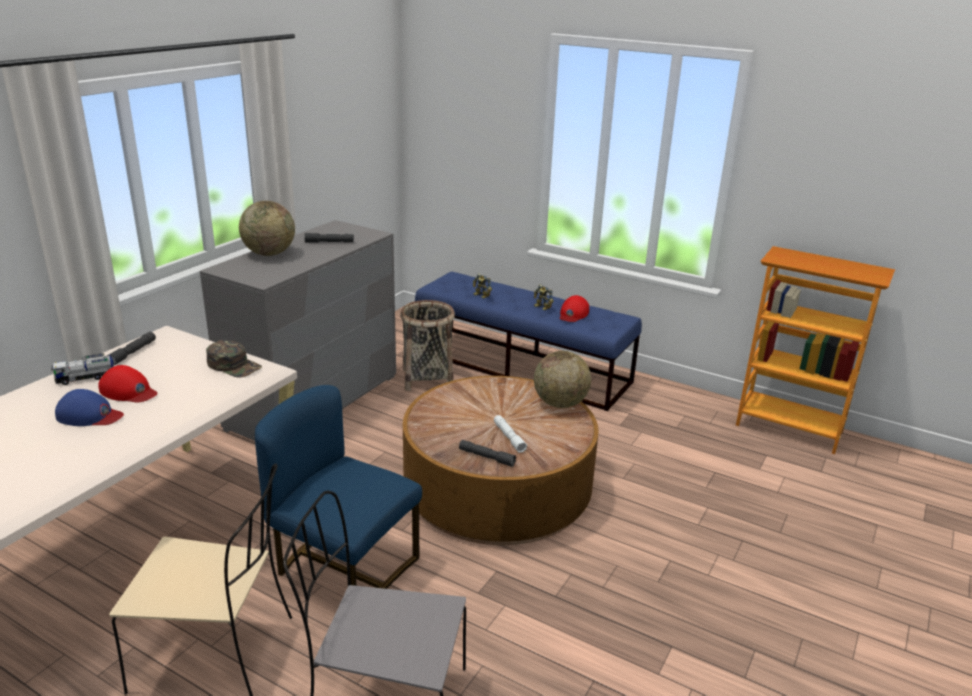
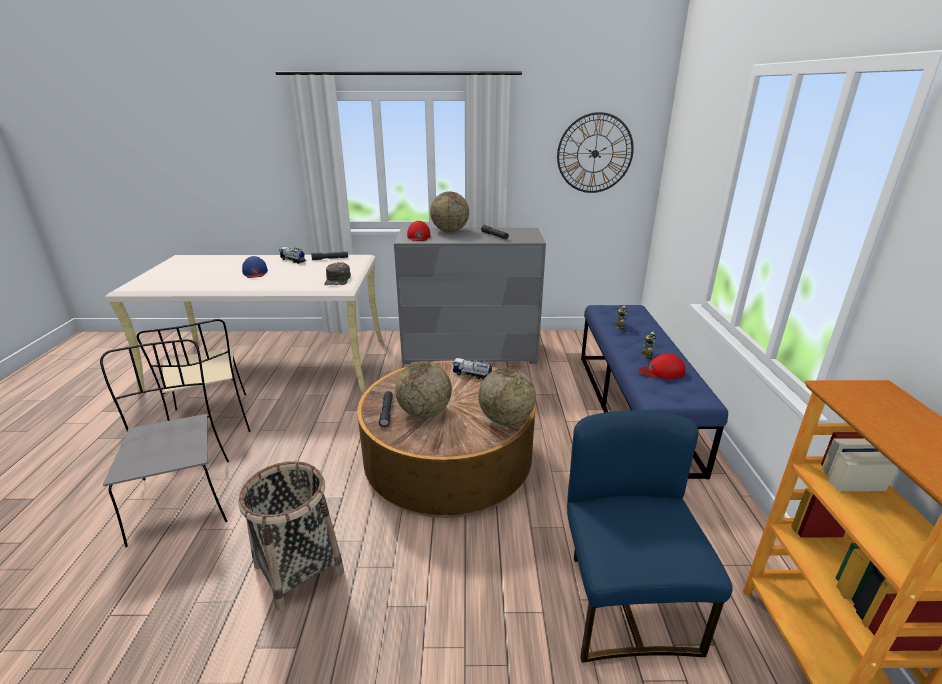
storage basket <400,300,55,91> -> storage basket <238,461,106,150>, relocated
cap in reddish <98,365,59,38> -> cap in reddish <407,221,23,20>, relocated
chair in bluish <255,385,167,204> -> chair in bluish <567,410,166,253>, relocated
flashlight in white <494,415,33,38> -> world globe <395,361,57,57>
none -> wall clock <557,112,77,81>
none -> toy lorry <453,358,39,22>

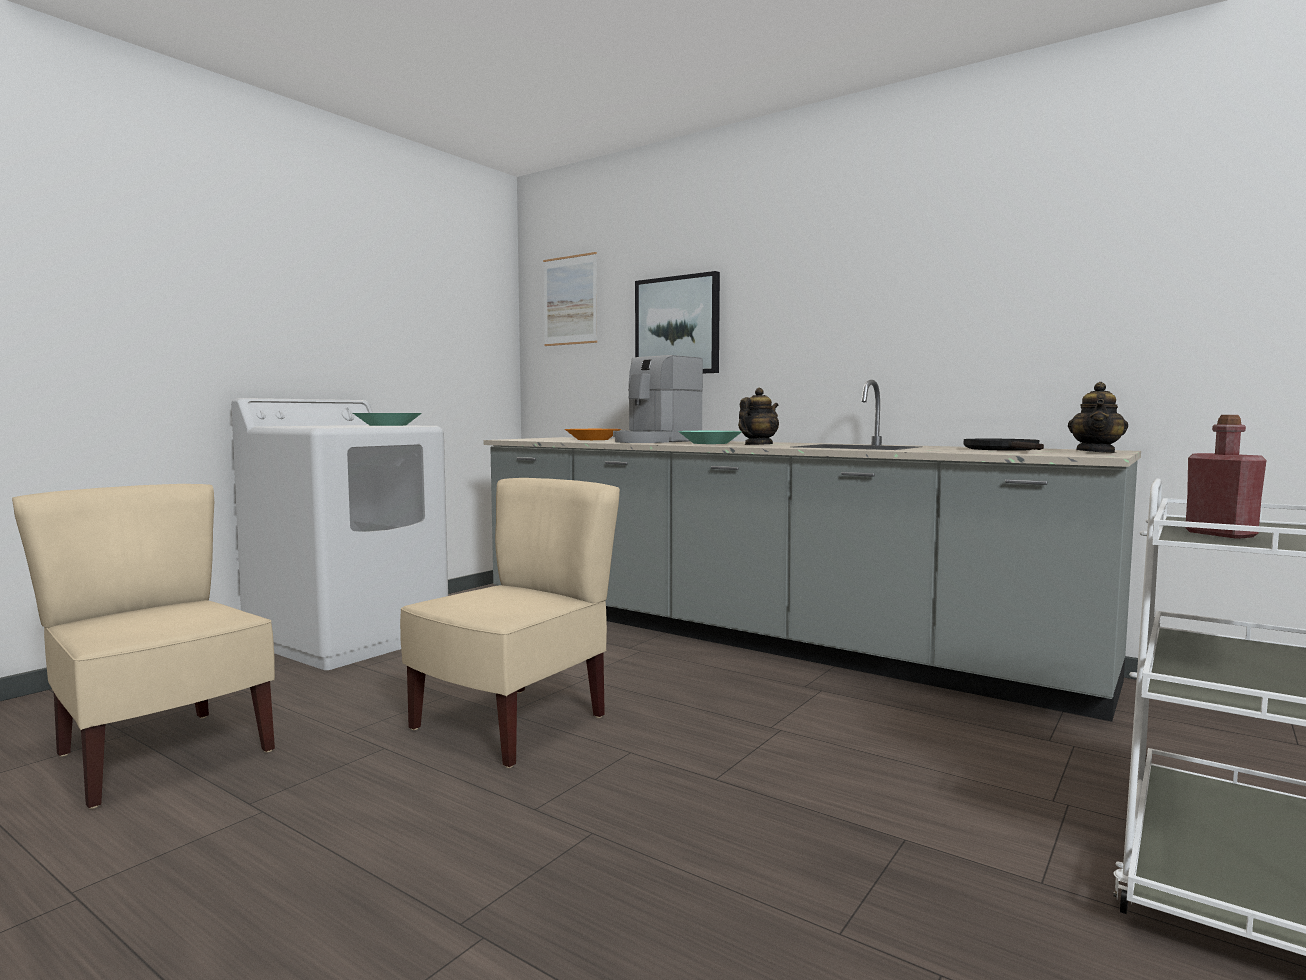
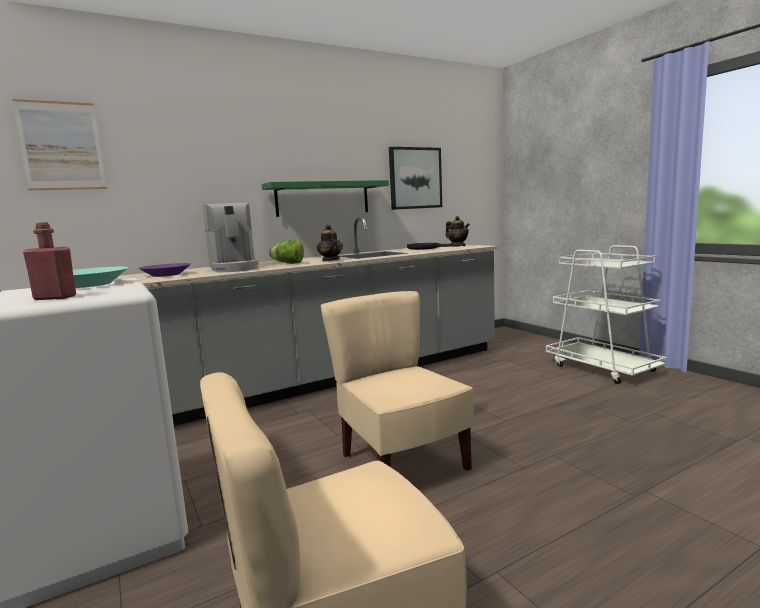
picture <635,271,85,102> -> picture <389,147,53,63>, relocated
drink bottle in reddish <1185,415,82,124> -> drink bottle in reddish <23,222,53,78>, relocated
deep dish in orange <565,429,56,11> -> deep dish in purple-coloured <138,263,53,14>
deep dish in turquoise-coloured <678,431,64,13> -> lettuce <269,239,35,25>
none -> wall shelf in green-coloured <262,180,127,37>

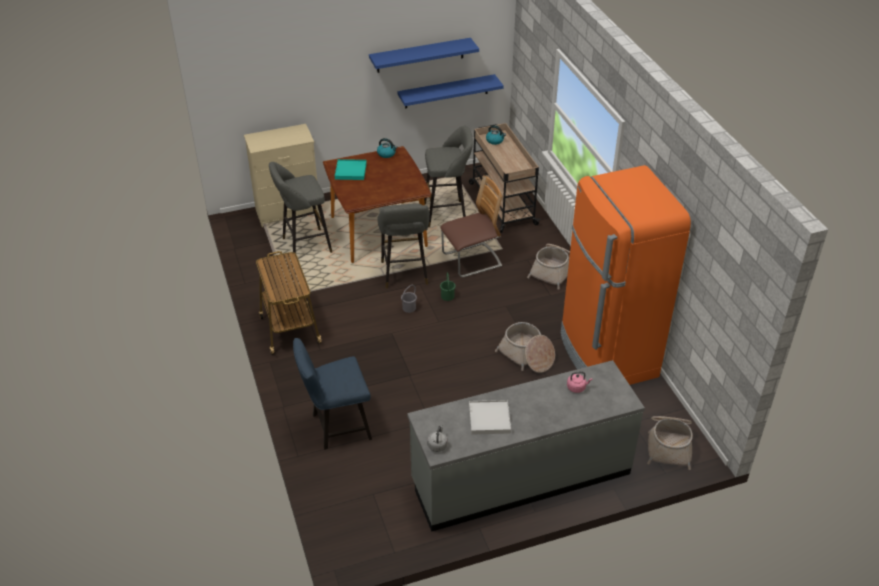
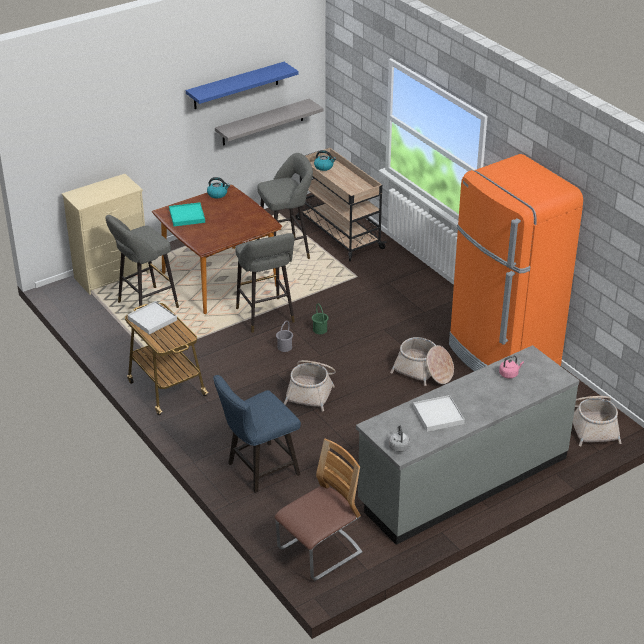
wall shelf in bluish <397,74,107,35> -> wall shelf in grey <215,99,108,47>
chair <440,175,62,102> -> chair <275,439,88,141>, relocated
storage basket <527,244,43,46> -> storage basket <284,360,52,51>, relocated
none -> tray in white <127,301,50,33>

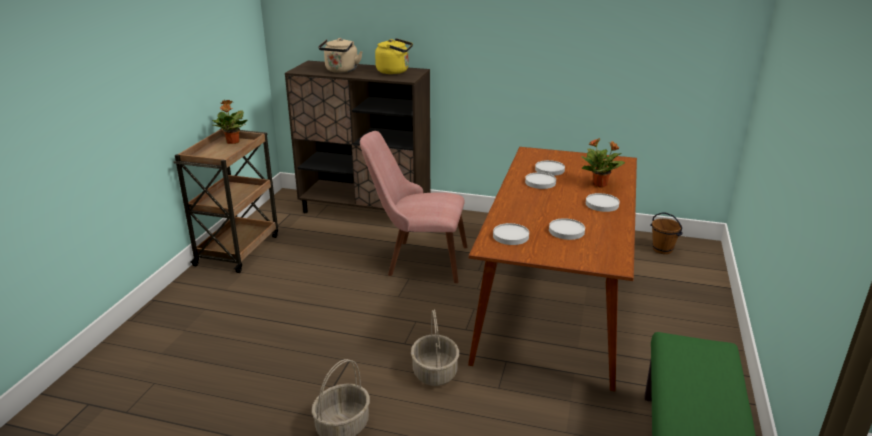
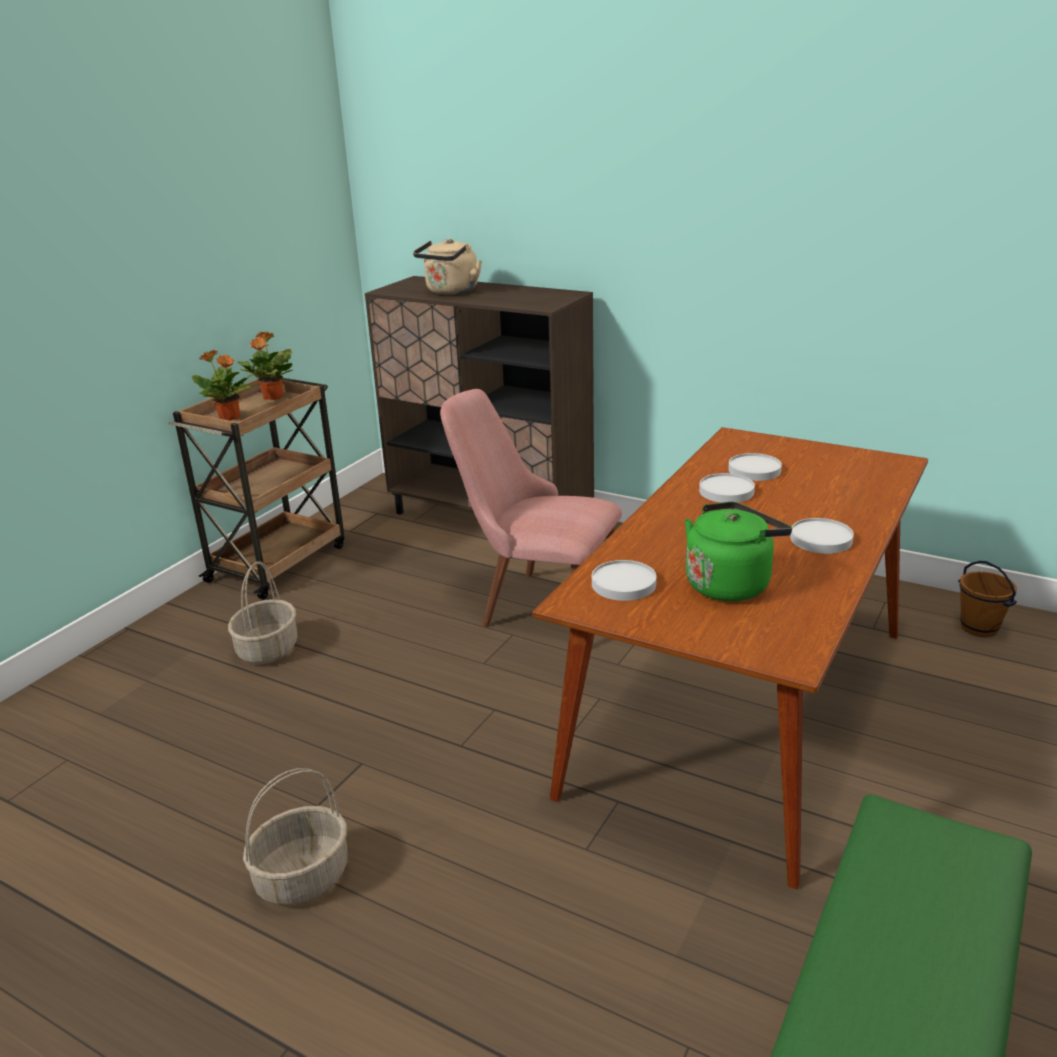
water kettle in yellowish <375,38,38,36> -> none
houseplant <581,138,44,49> -> houseplant <192,350,62,71>, relocated
flat dish in white <549,218,36,22> -> water kettle in green-coloured <685,502,107,99>
storage basket <411,309,48,77> -> storage basket <228,561,70,103>, relocated

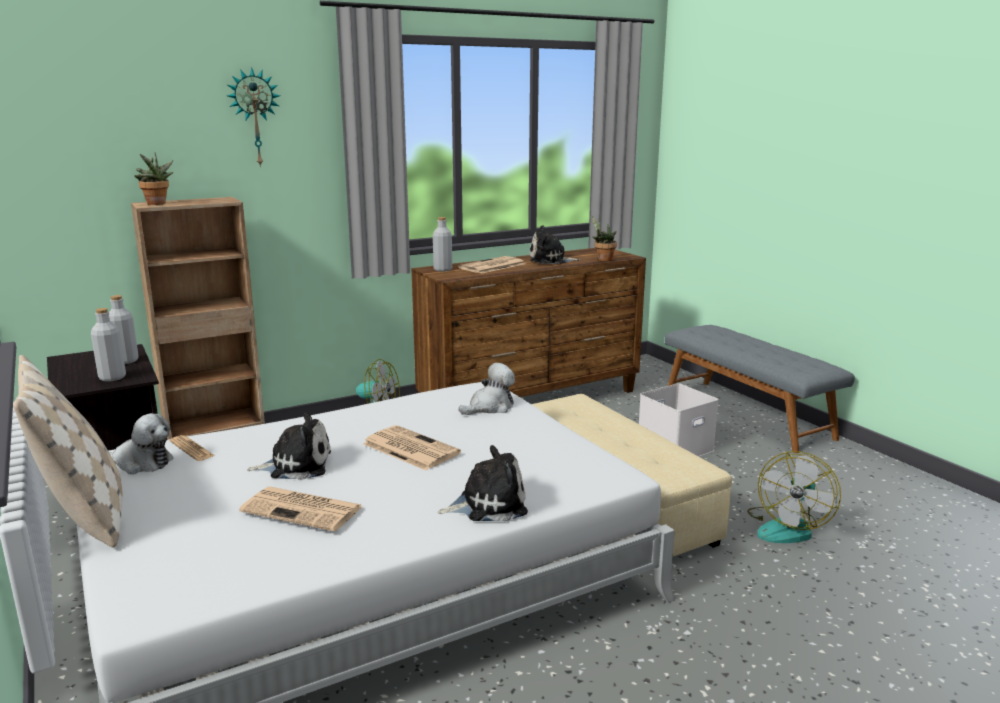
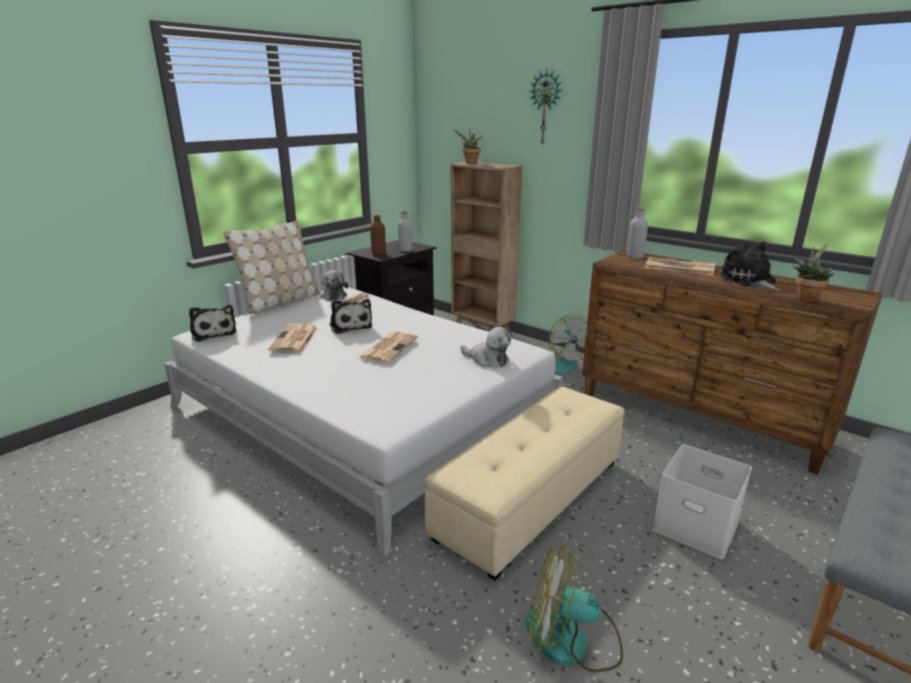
drink bottle in grey <91,308,35,74> -> drink bottle in brownish <370,214,16,42>
soft toy <438,445,90,76> -> soft toy <189,305,48,37>, relocated

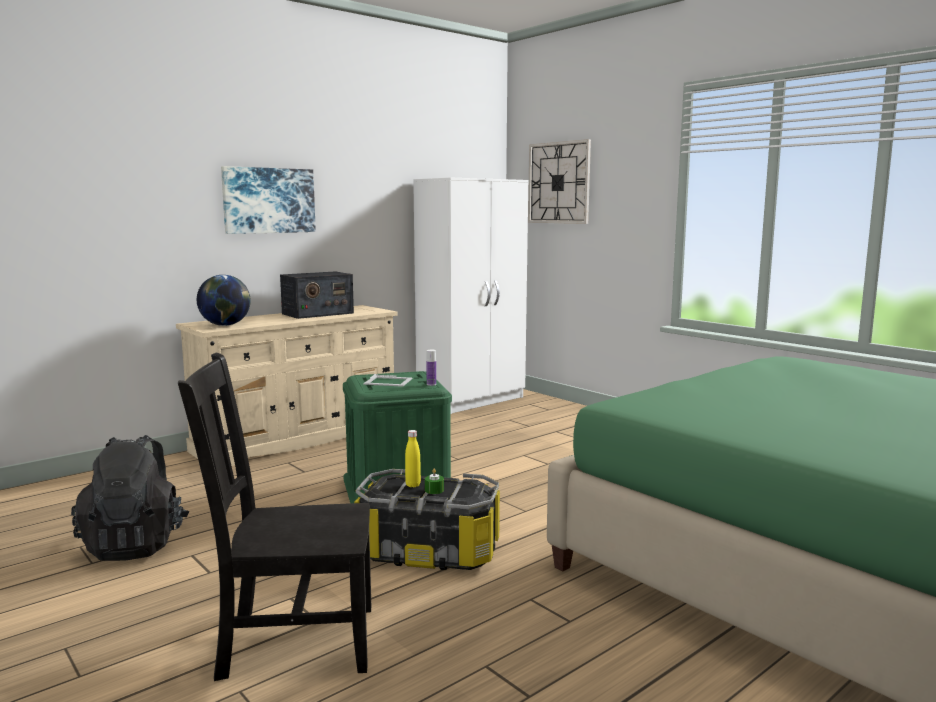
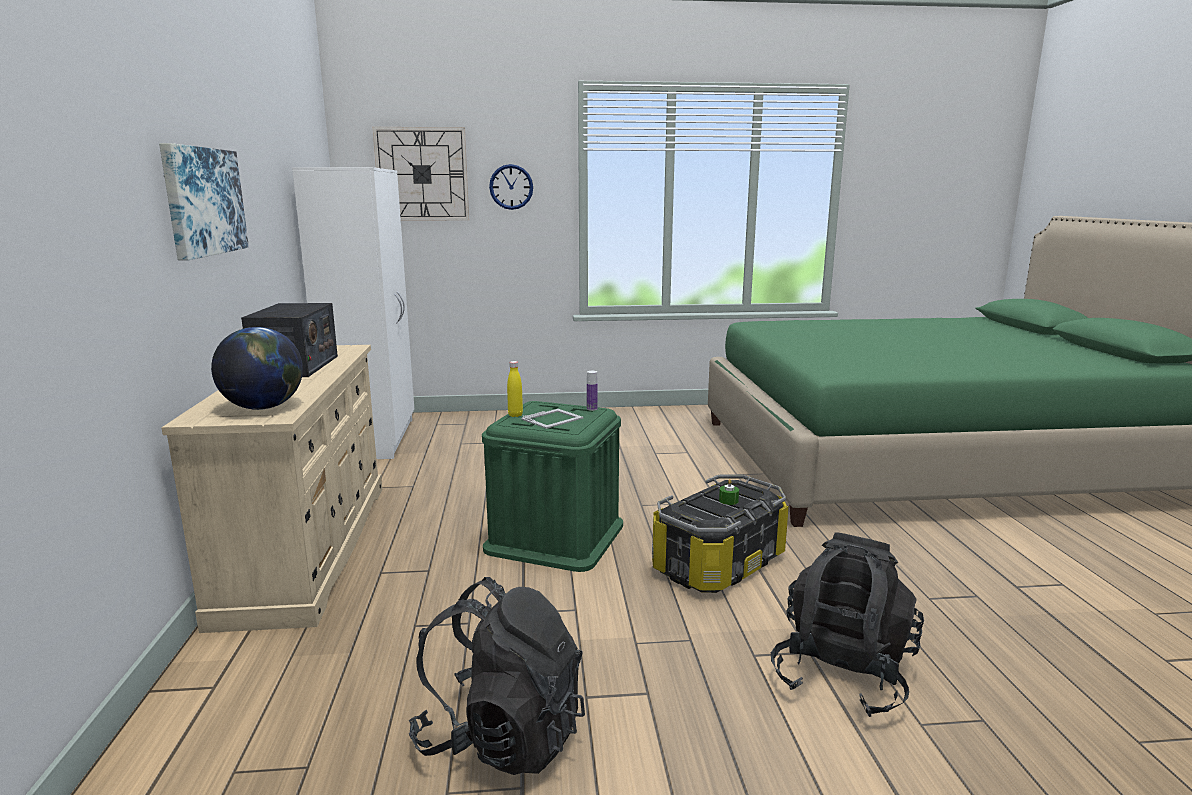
chair in blackish <178,353,193,328> -> knapsack in blackish <771,532,153,185>
drink bottle in yellowish <405,430,16,57> -> drink bottle in yellowish <507,361,16,56>, relocated
none -> wall clock <489,164,44,46>

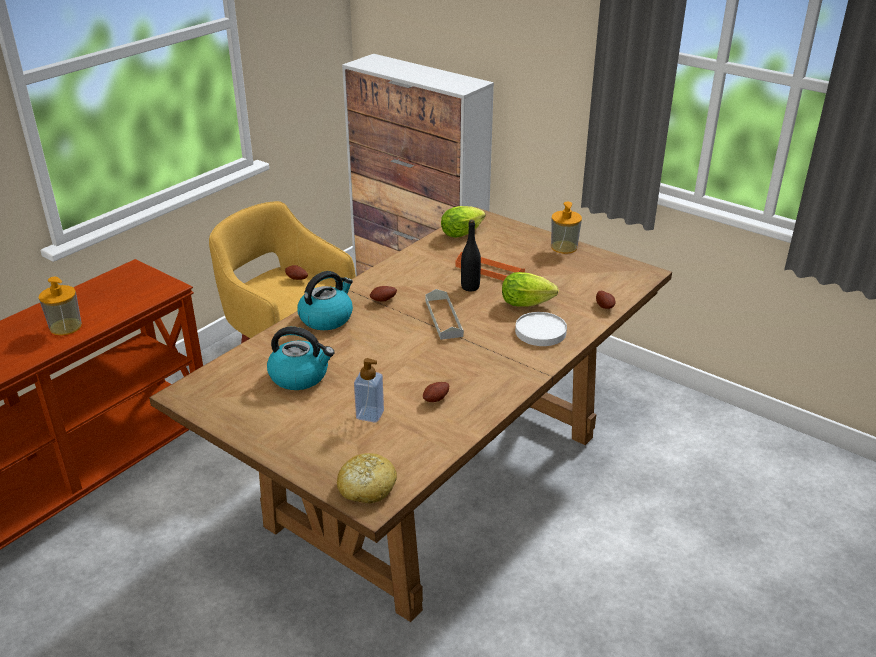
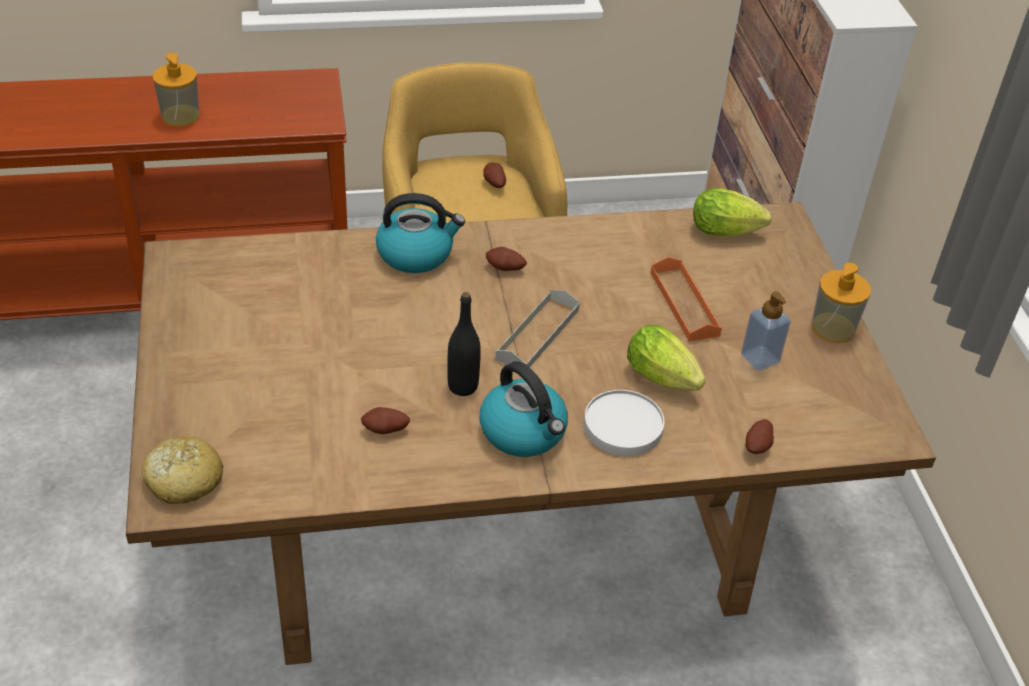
drink bottle in blackish <461,220,20,71> -> drink bottle in blackish <447,292,34,104>, relocated
water kettle <267,327,68,63> -> water kettle <479,361,89,96>, relocated
soap dispenser <354,358,30,65> -> soap dispenser <741,291,50,80>, relocated

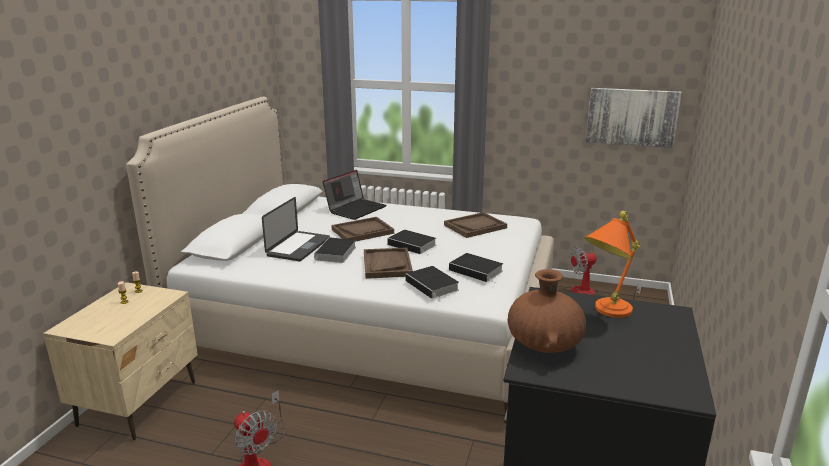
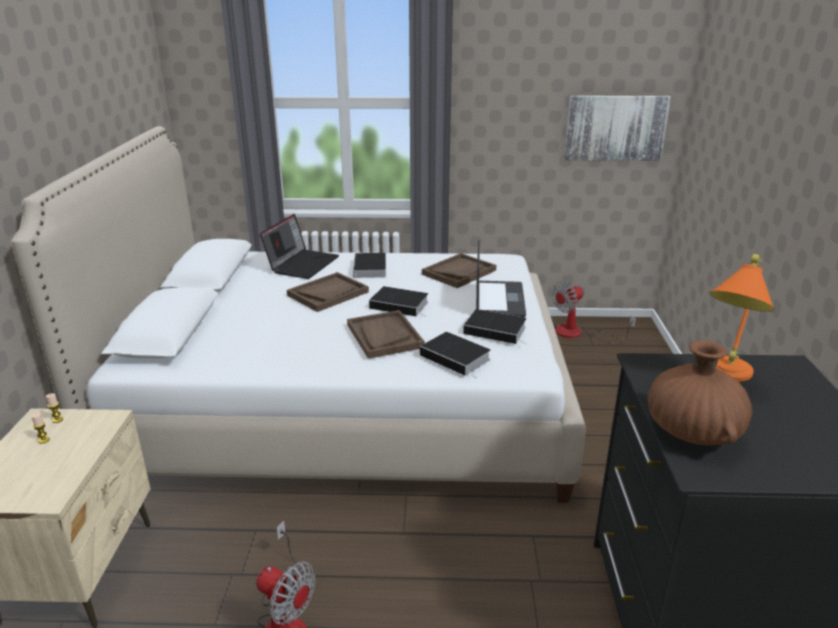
laptop <262,197,68,64> -> laptop <476,240,50,78>, relocated
volume <313,237,43,27> -> volume <353,253,33,25>, relocated

